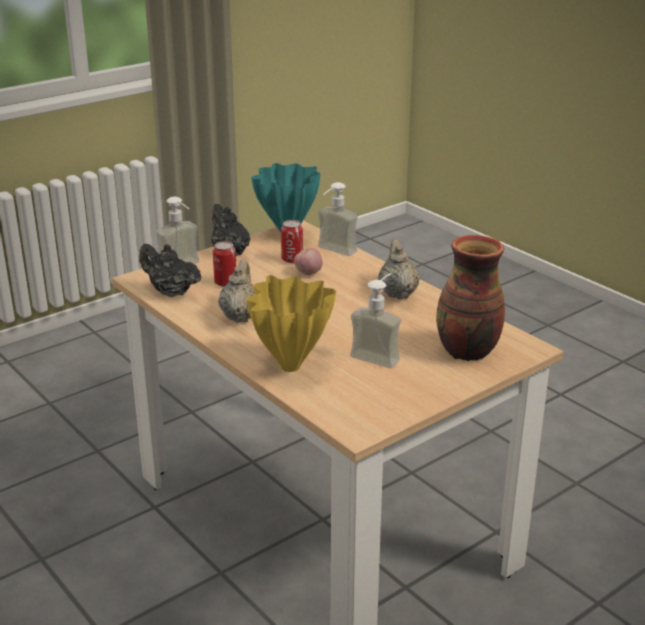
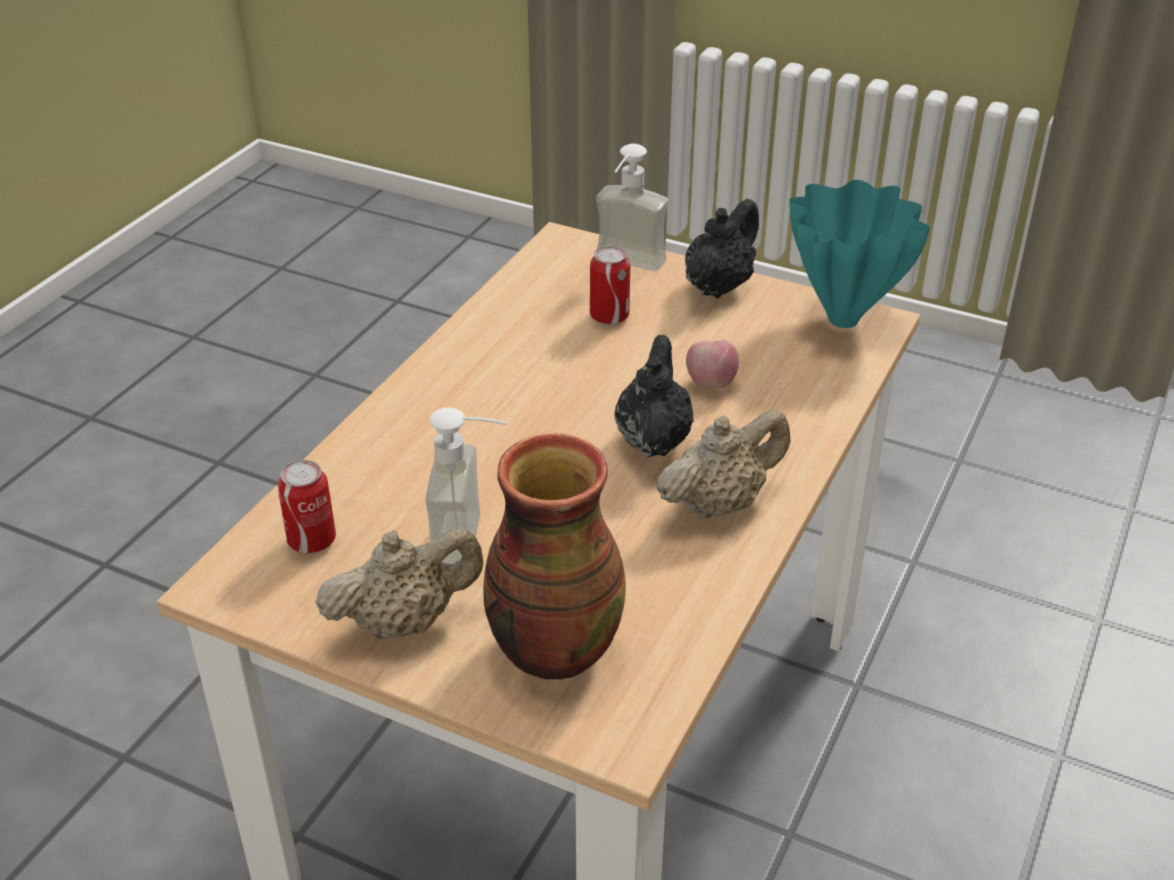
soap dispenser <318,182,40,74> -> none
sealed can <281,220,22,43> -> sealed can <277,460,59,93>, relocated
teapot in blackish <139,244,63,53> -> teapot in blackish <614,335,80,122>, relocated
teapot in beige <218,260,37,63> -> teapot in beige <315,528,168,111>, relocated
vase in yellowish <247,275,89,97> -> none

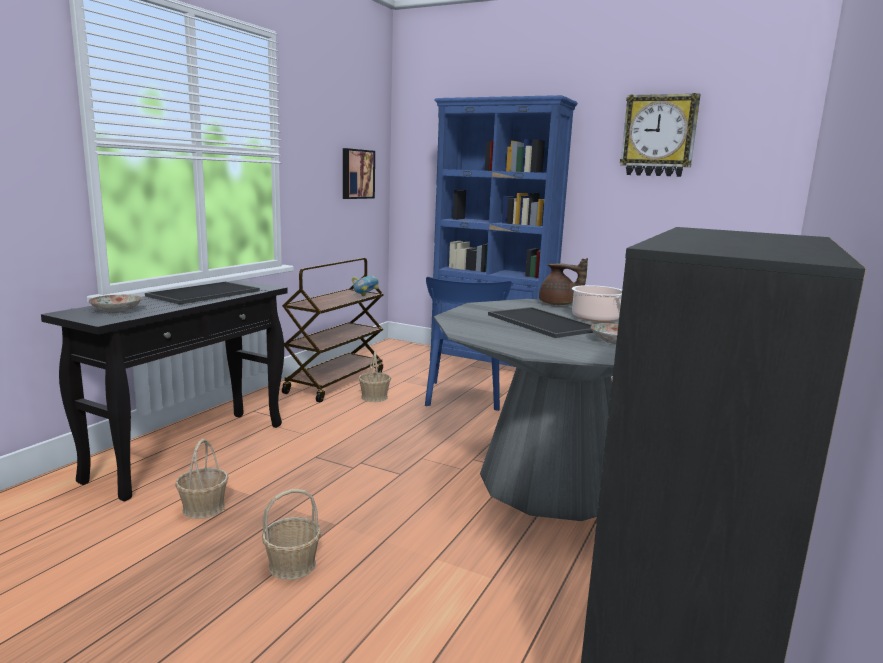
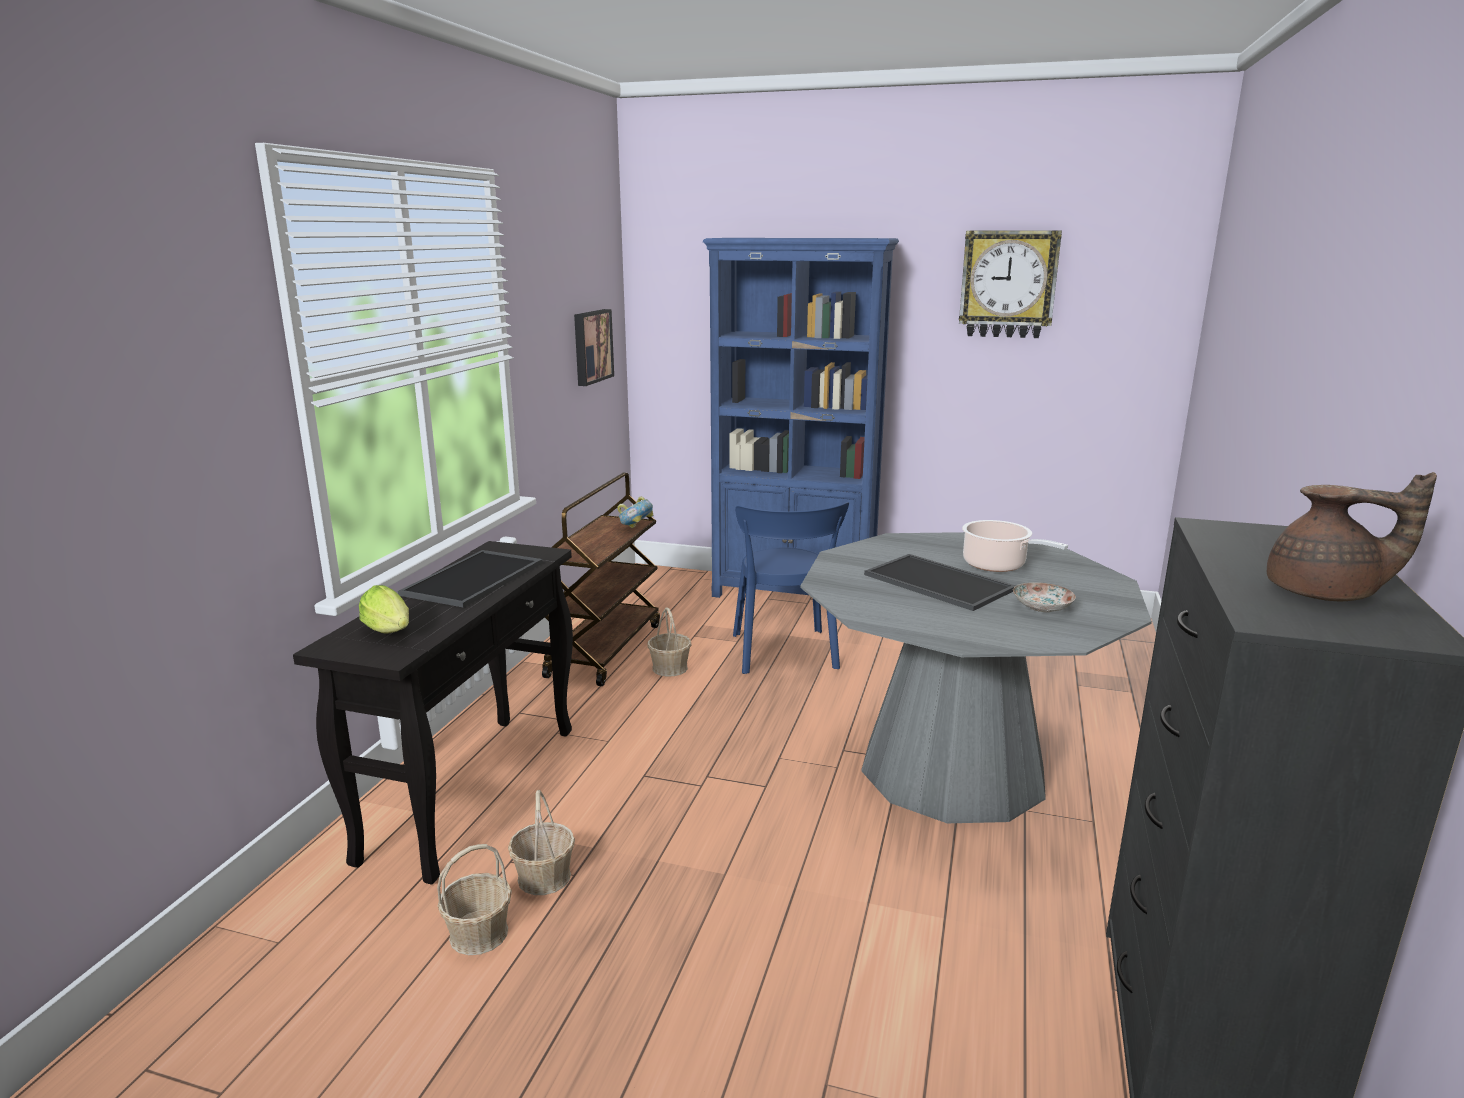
teapot in brownish <539,258,49,47> -> teapot in brownish <1267,472,170,129>, relocated
flat dish <89,295,53,18> -> lettuce <359,585,50,49>
storage basket <262,489,59,91> -> storage basket <437,844,75,111>, relocated

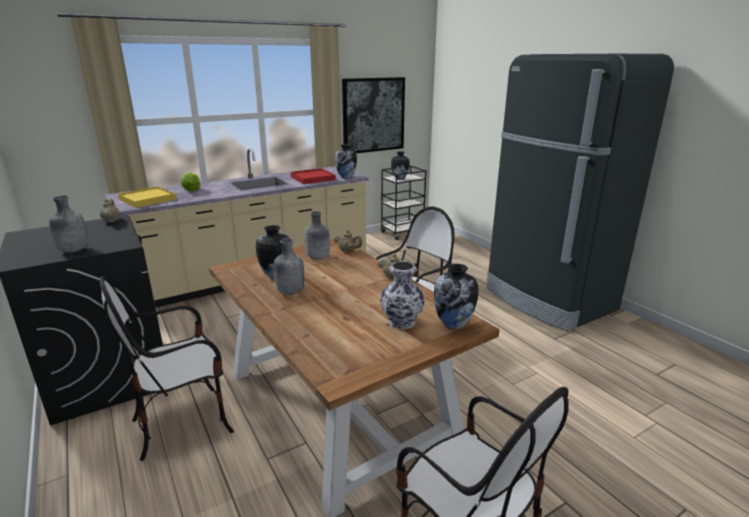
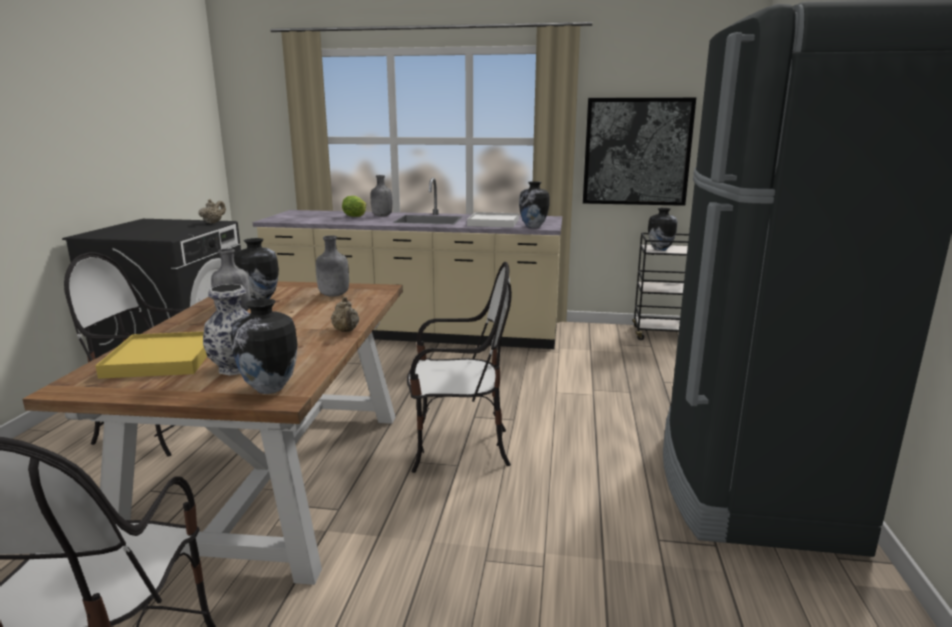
tray in reddish <291,168,45,16> -> tray in white <467,212,52,16>
tray in yellowish <118,186,58,22> -> tray in yellowish <95,332,112,47>, relocated
drink bottle in grey <49,196,39,57> -> drink bottle in grey <371,175,21,42>, relocated
teapot in beige <334,230,28,22> -> none

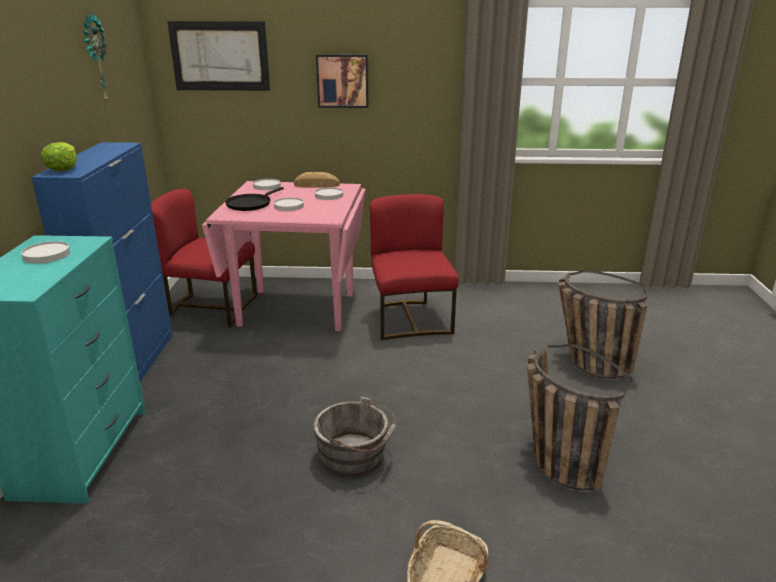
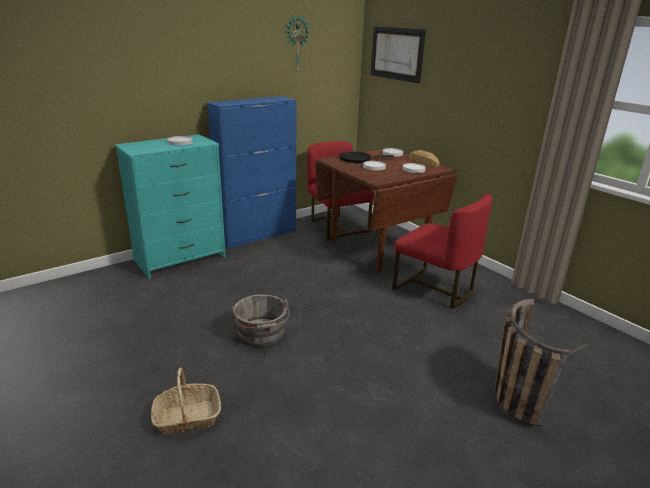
picture <316,54,53,54> -> none
lettuce <41,142,36,30> -> none
kitchen table in pink-coloured <202,181,163,150> -> kitchen table in brownish <315,149,143,123>
chair in reddish <370,194,89,146> -> chair in reddish <392,194,101,115>, 90 degrees clockwise
storage basket <527,344,105,146> -> none

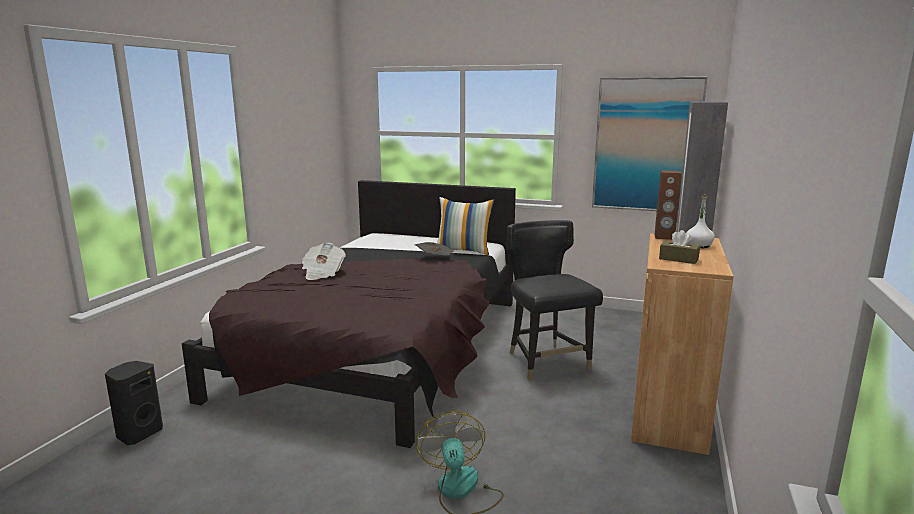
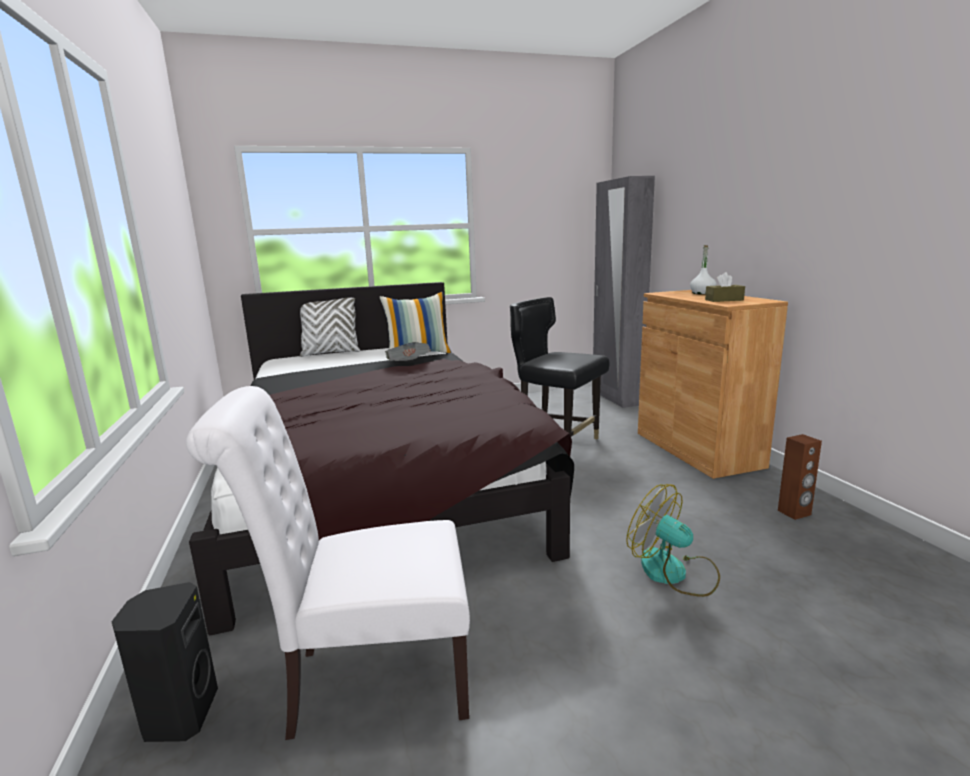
picture <592,77,115,134> -> none
audio speaker in brownish <654,170,28,70> -> audio speaker in brownish <778,434,44,86>, relocated
daily paper <301,243,44,37> -> none
none -> throw pillow in white <300,297,60,60>
none -> chair in white <186,386,284,354>

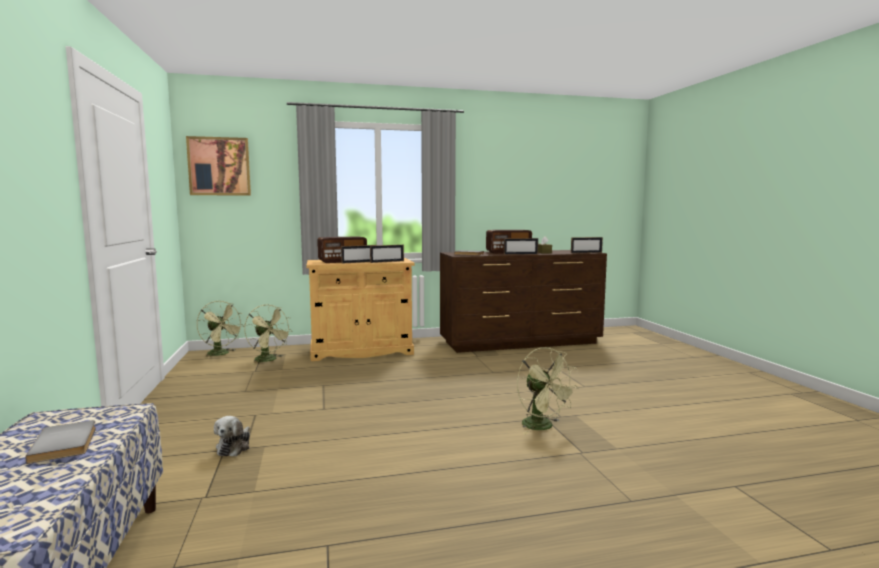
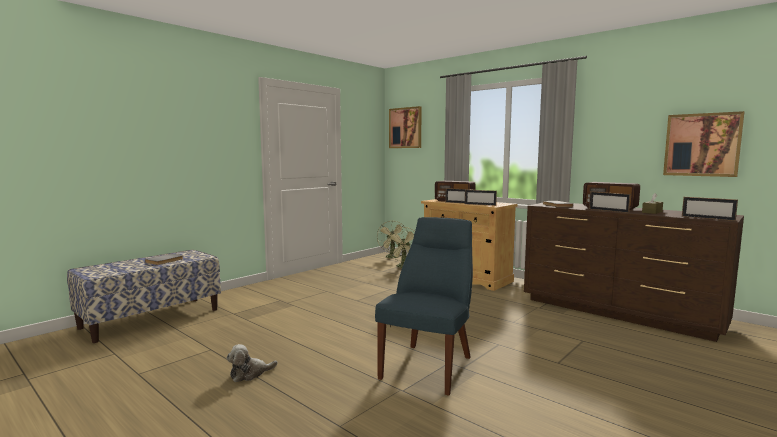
fan in green-coloured <517,347,61,87> -> chair in bluish <375,217,98,178>
soft toy <214,416,36,40> -> soft toy <227,344,50,38>, relocated
none -> picture <663,111,81,66>

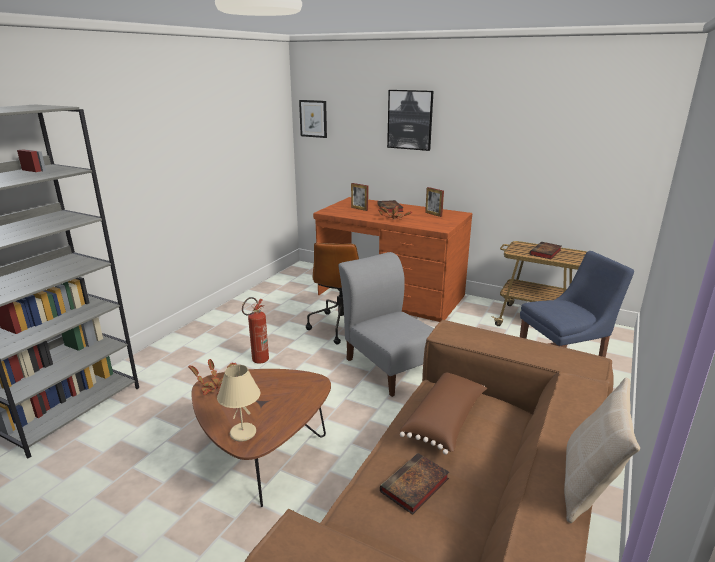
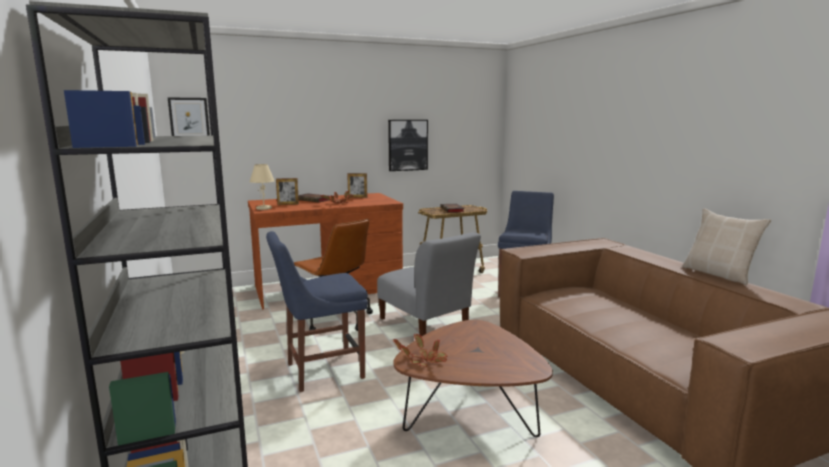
picture <387,90,47,61> -> picture <388,120,40,51>, relocated
chair in grey <338,252,96,145> -> chair in grey <377,232,104,105>, 135 degrees counterclockwise
fire extinguisher <242,297,27,67> -> chair in bluish <266,231,102,161>
lamp for a table in beige <217,365,43,77> -> lamp for a table in beige <249,164,26,46>, relocated
throw pillow in brownish <400,373,87,82> -> none
volume <380,453,69,62> -> none

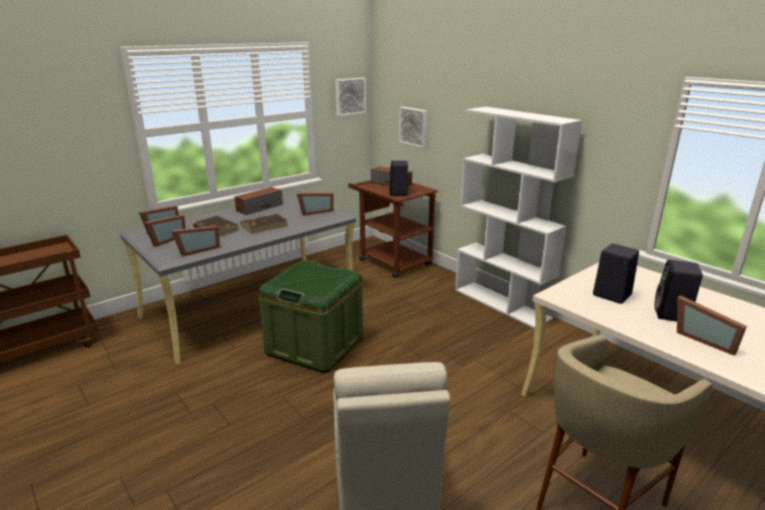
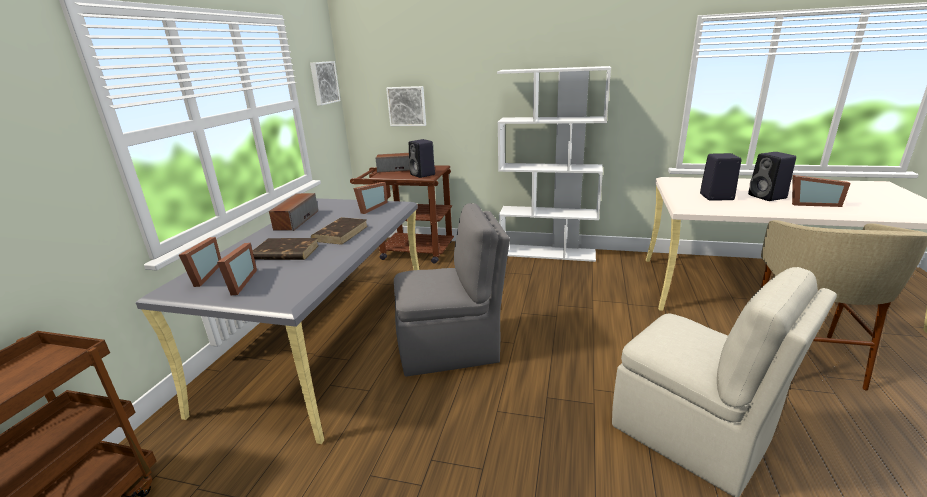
photo frame <171,226,49,31> -> none
storage bin in green-coloured <258,260,105,113> -> chair in grey <394,203,116,174>

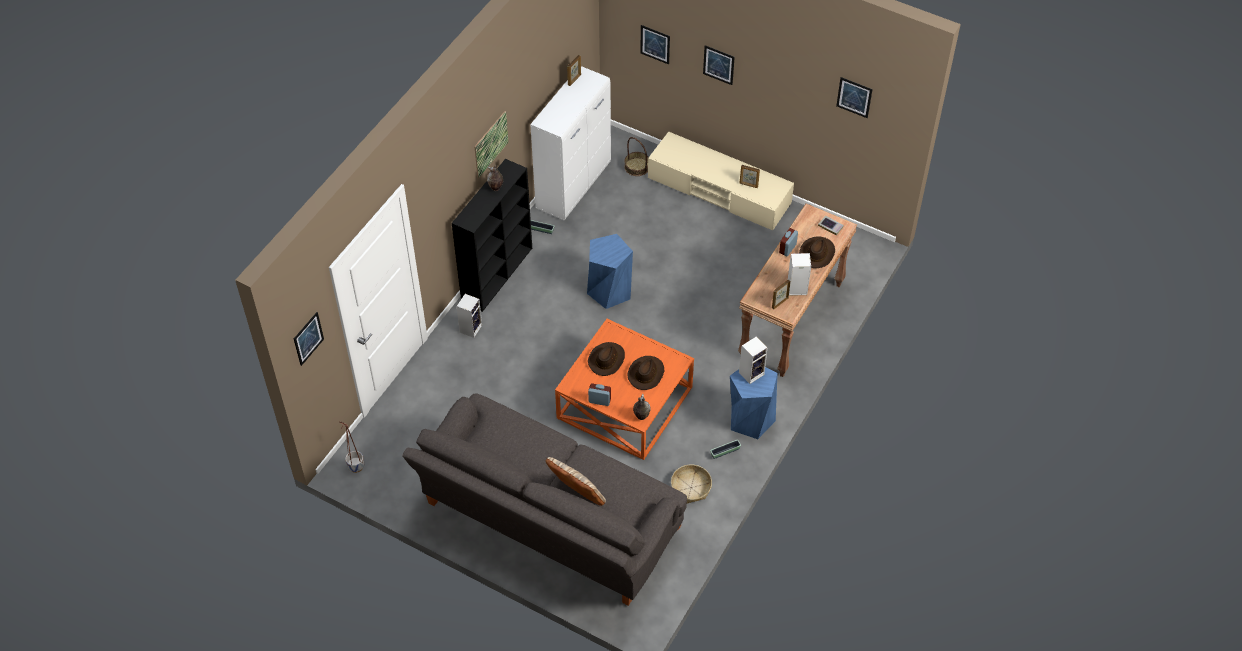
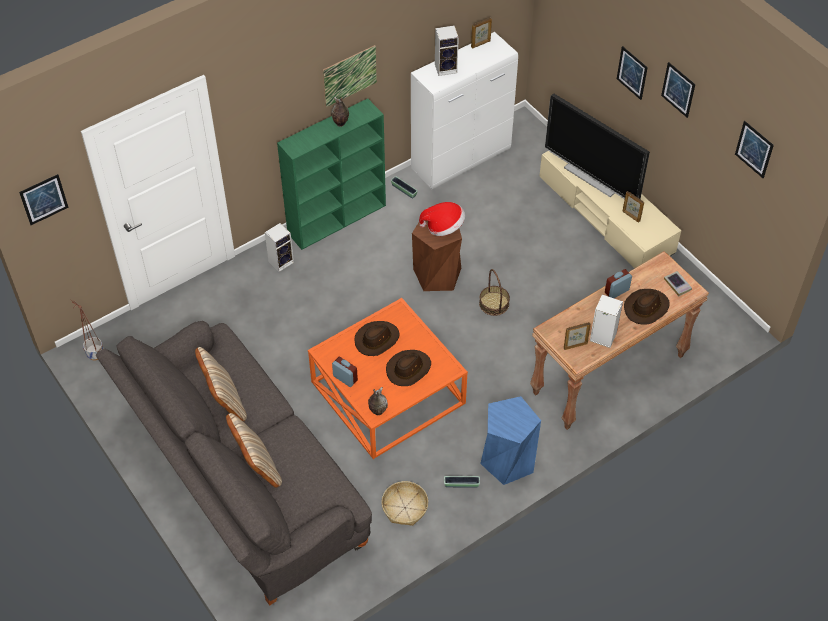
picture <640,25,30,40> -> picture <661,62,34,56>, relocated
storage basket <624,137,25,39> -> storage basket <479,269,31,47>, relocated
bookcase in blackish <452,159,80,153> -> bookcase in green-coloured <277,98,109,152>
stool in bluish <587,234,46,75> -> stool in brownish <412,220,50,71>
audio speaker <739,337,28,47> -> audio speaker <435,26,24,50>, relocated
none -> TV set <545,93,105,106>
none -> clothing hat <419,202,46,34>
none -> throw pillow in beige <195,347,52,74>

